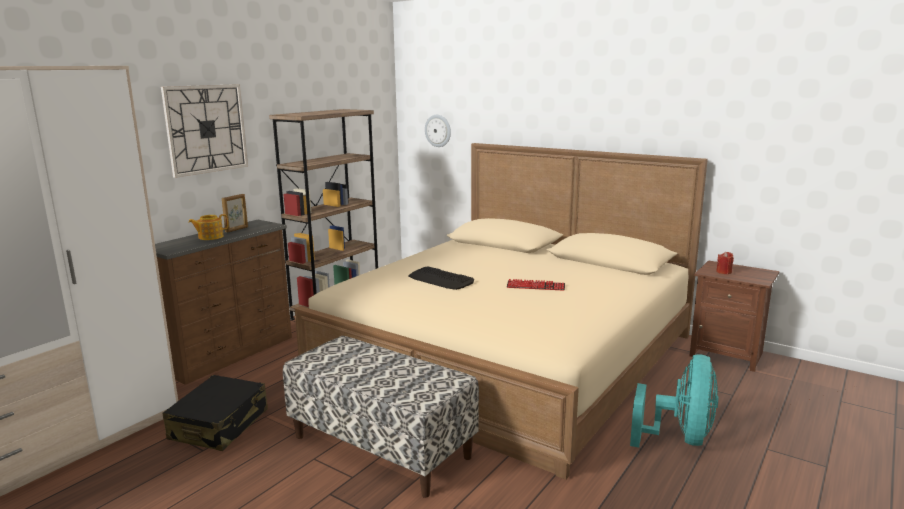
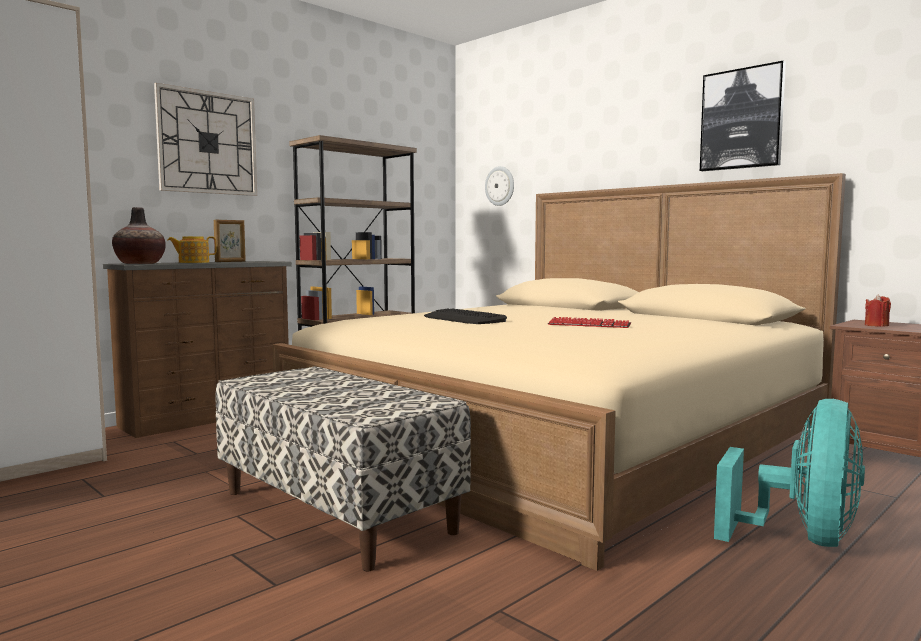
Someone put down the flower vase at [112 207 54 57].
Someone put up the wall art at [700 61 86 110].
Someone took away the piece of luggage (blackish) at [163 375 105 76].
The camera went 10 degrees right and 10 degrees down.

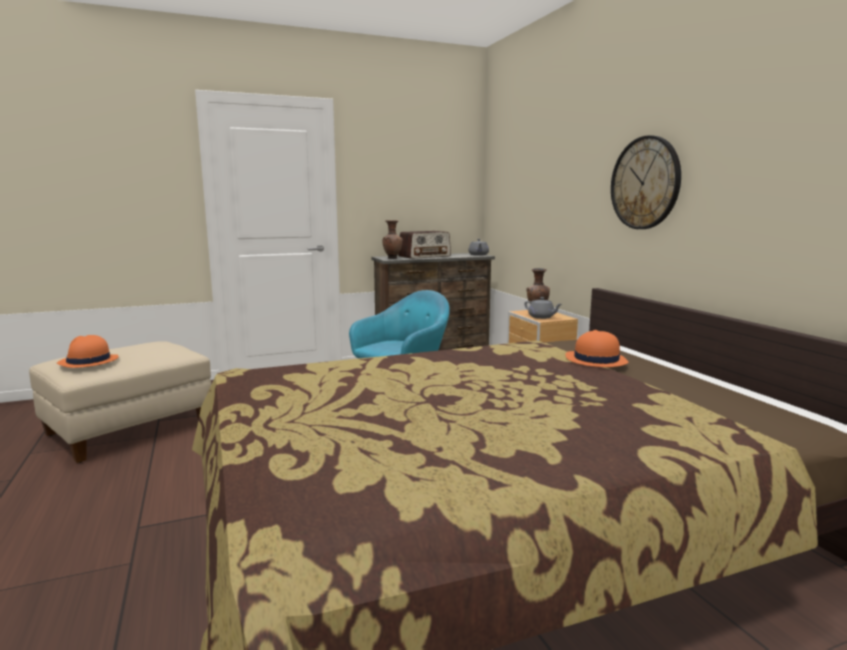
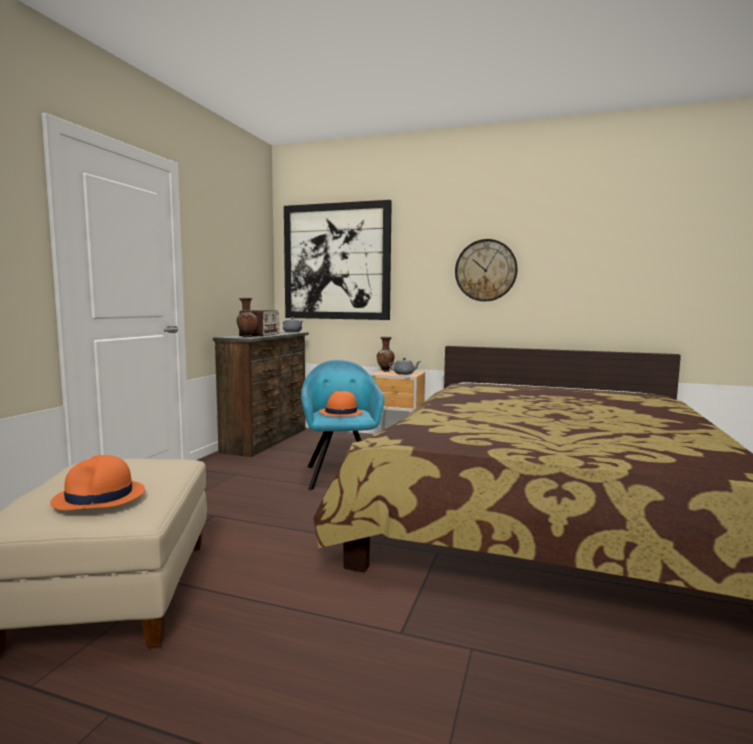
Someone put up the wall art at [284 200 108 120].
Someone carried the hat (orangey) from [565 330 63 37] to [319 391 44 26].
The camera went 50 degrees left and 5 degrees down.

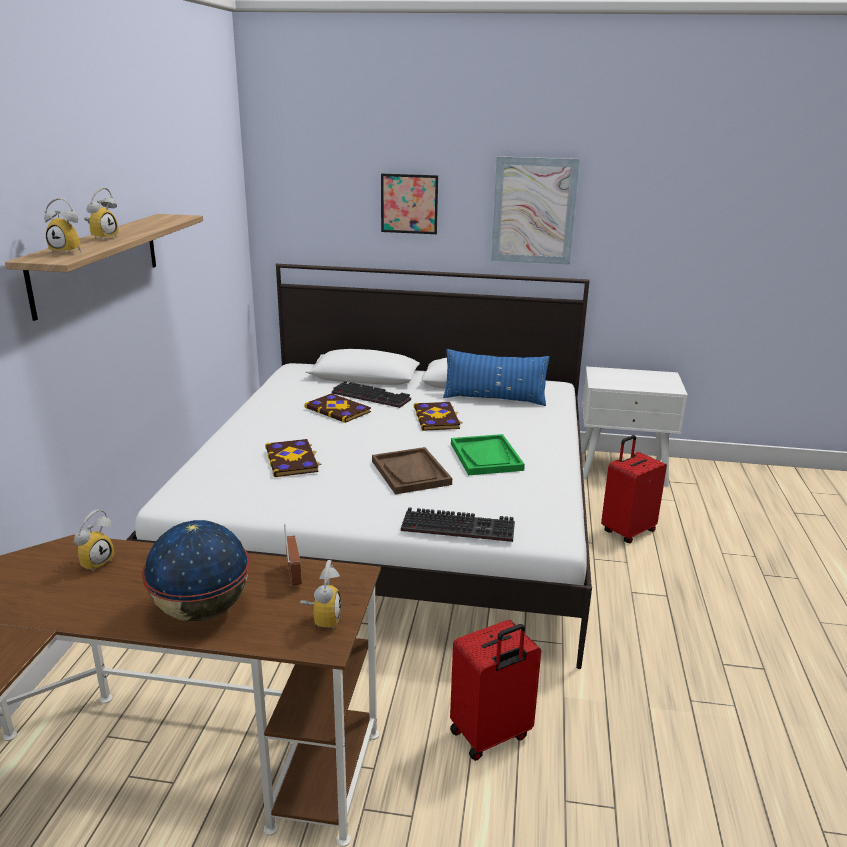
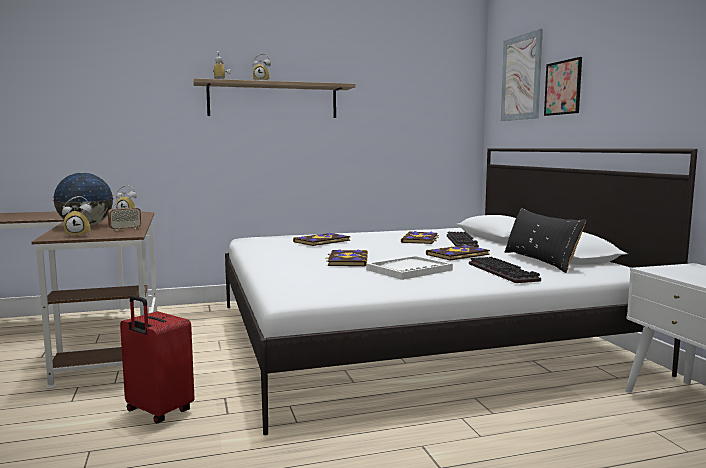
Someone swapped the tray (brownish) at [372 447 80 47] for the book at [326 249 42 17].
Someone repainted the tray (green) at [451 434 74 41], which became the tray (white-coloured) at [366 256 87 24].
Someone carried the computer keyboard from [401 507 114 35] to [469 256 72 27].
Someone carried the wall art from [491 156 89 109] to [501 29 42 92].
Someone repainted the pillow (blue-coloured) at [443 349 106 57], which became the pillow (blackish) at [504 208 82 65].
Someone took away the piece of luggage (red) at [601 435 66 108].
The camera went 65 degrees right and 15 degrees down.

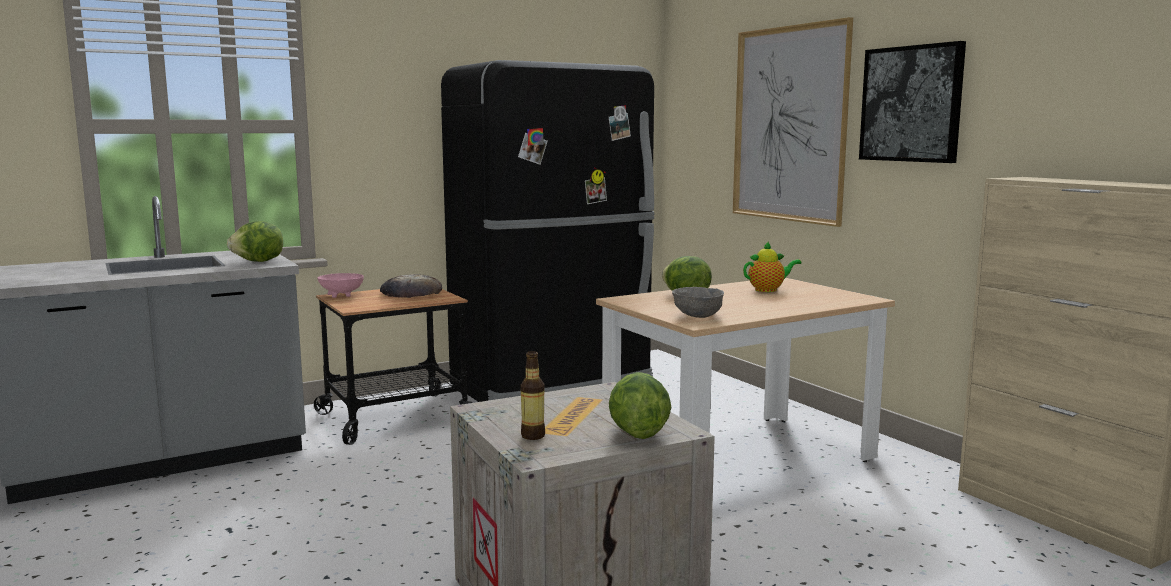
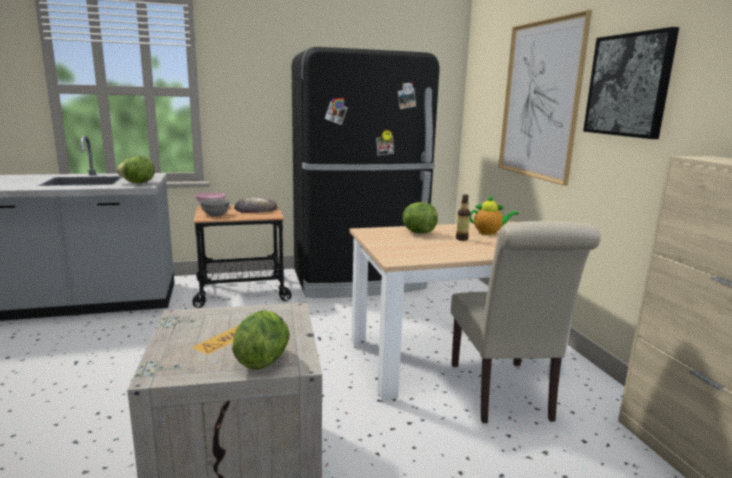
Someone carried the deep dish (greyish) from [672 287 52 31] to [200 198 30 18].
Someone put down the plain chair (beige) at [451 221 150 202].
Someone carried the bottle from [521 351 24 89] to [456 194 14 47].
The camera went 15 degrees right and 5 degrees up.

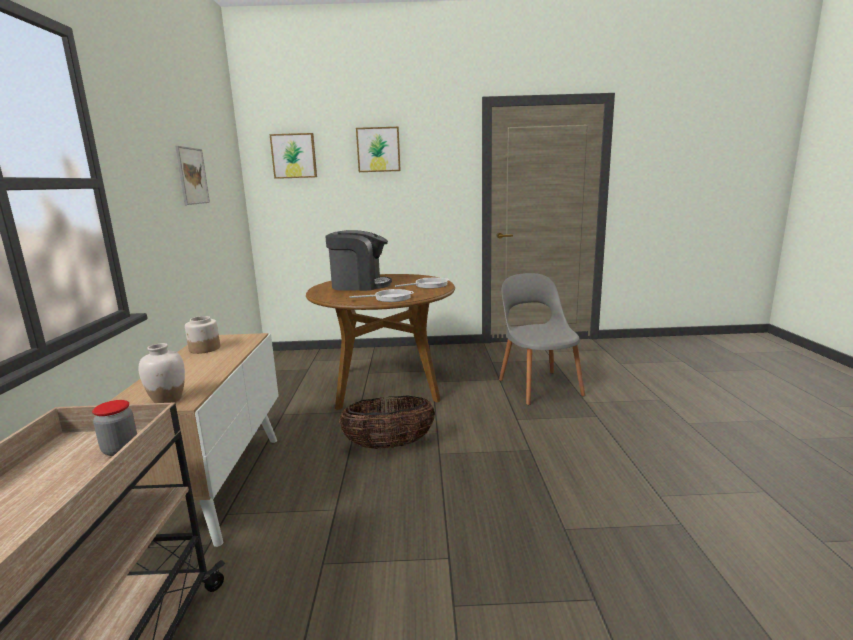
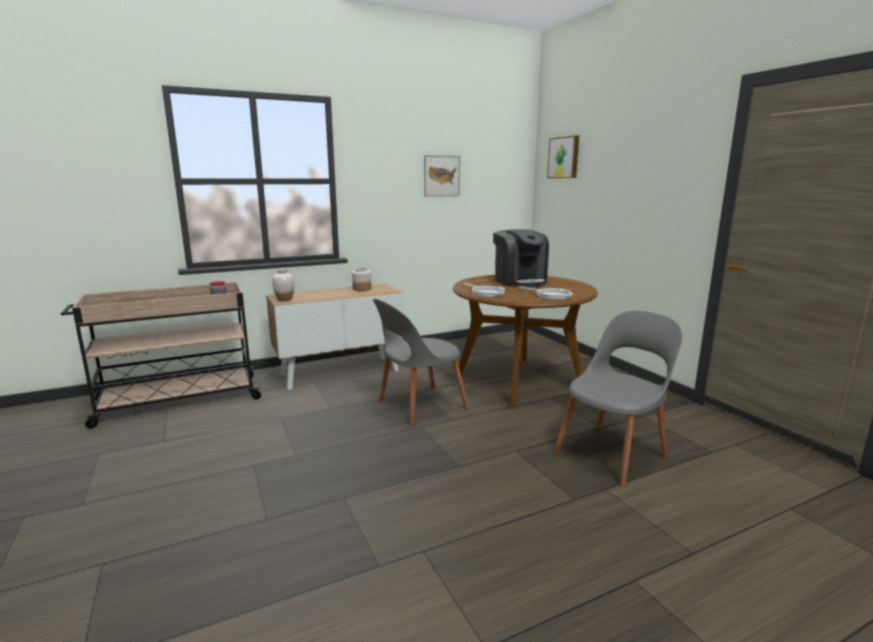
Someone swapped the household basket at [339 395 96 54] for the plain chair (greyish) at [373 299 96 127].
Someone took away the wall art at [356 127 45 45].
The camera went 65 degrees right and 0 degrees up.

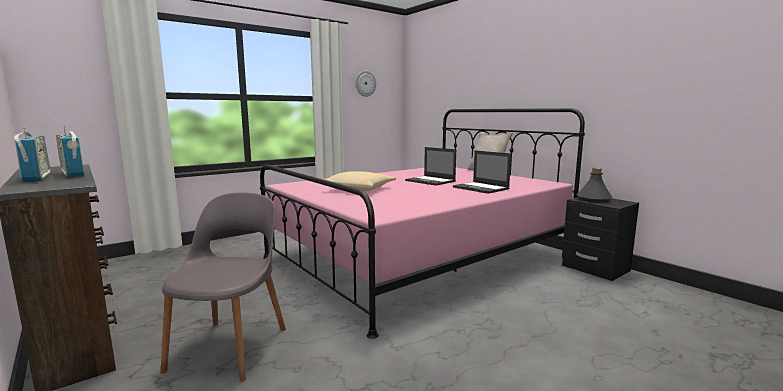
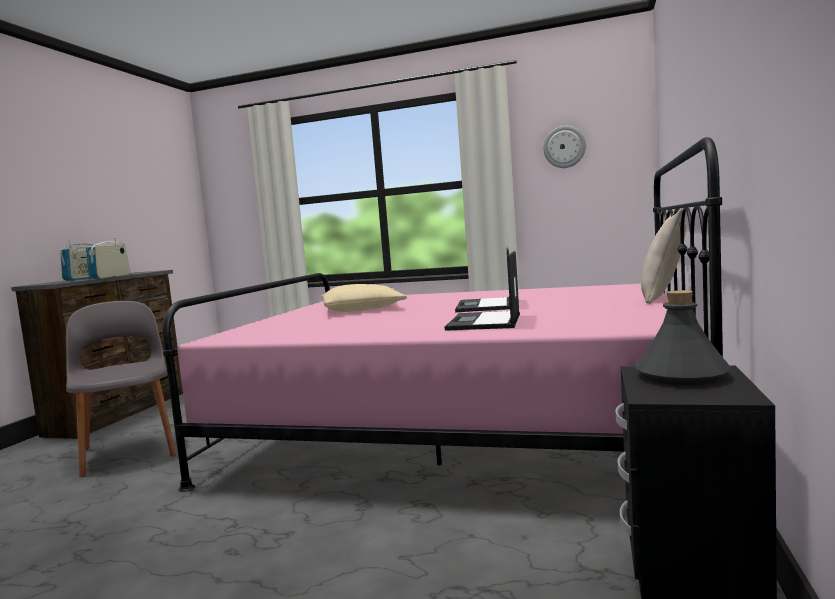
Someone rotated the plain chair (greyish) at [160 192 126 189] by 90 degrees counterclockwise.
The camera went 55 degrees right and 5 degrees down.

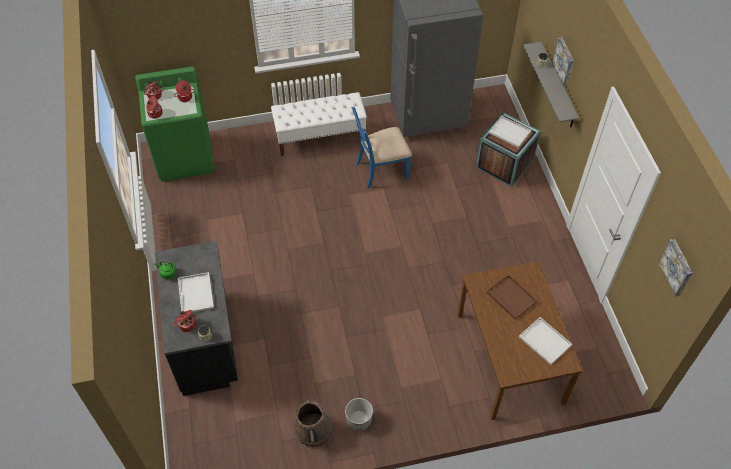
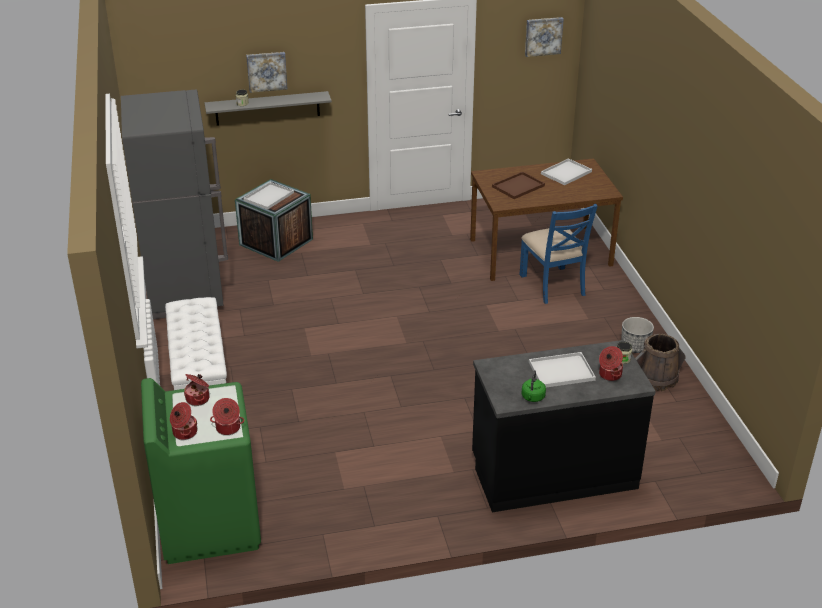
Someone carried the plain chair (blue-coloured) from [352 106 60 83] to [520 204 78 100].
The camera went 90 degrees left and 20 degrees down.

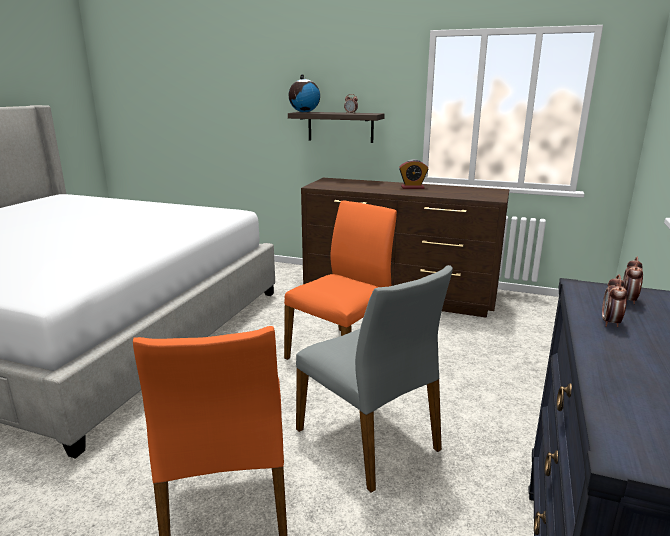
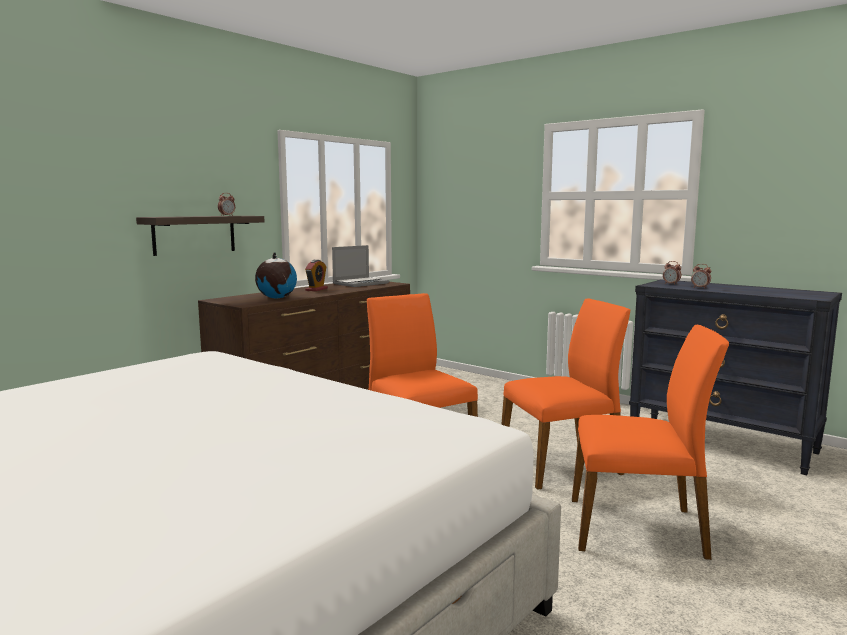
Someone carried the world globe from [289 74 31 38] to [255 252 42 47].
Someone put down the laptop at [332 245 57 42].
Someone repainted the plain chair (greyish) at [296 265 157 228], which became the plain chair (orangey) at [501 299 129 191].
The camera went 70 degrees left and 10 degrees down.

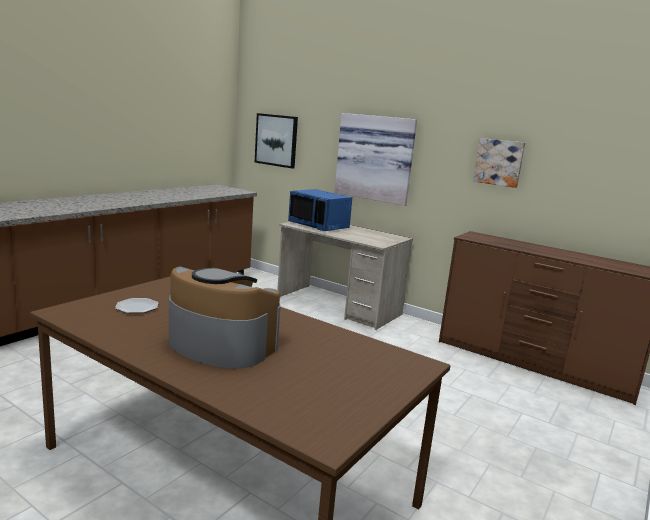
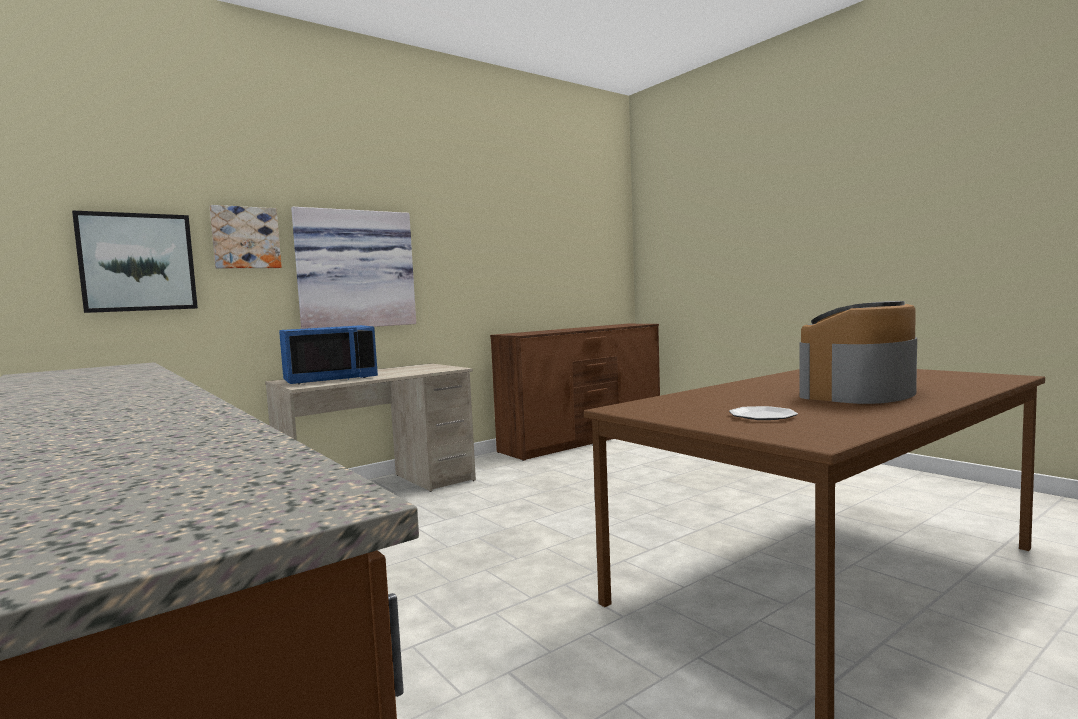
Someone carried the wall art from [473 138 52 50] to [210 205 72 63].
The camera went 70 degrees left and 10 degrees down.

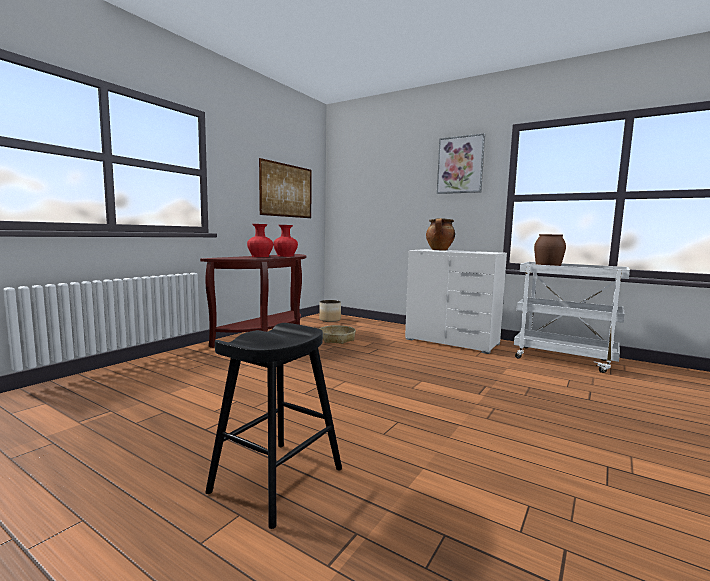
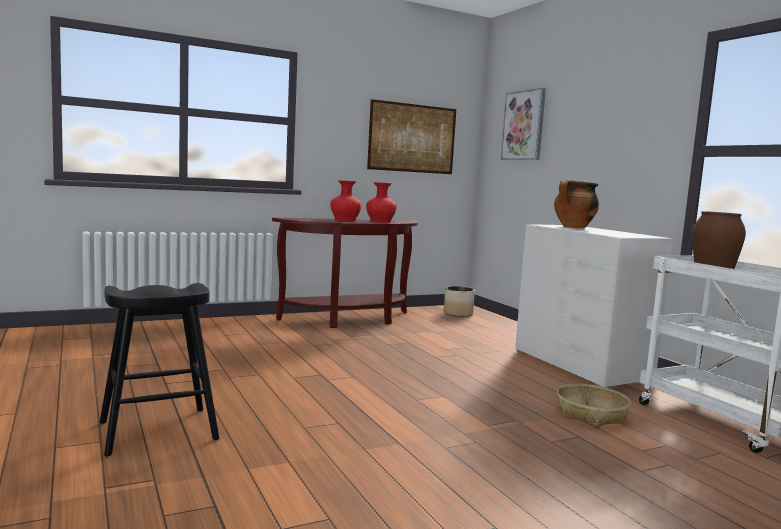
Someone carried the wall art from [437 133 48 61] to [501 88 45 72].
Someone carried the household basket from [319 325 37 19] to [557 384 74 43].
The camera went 30 degrees right and 0 degrees up.

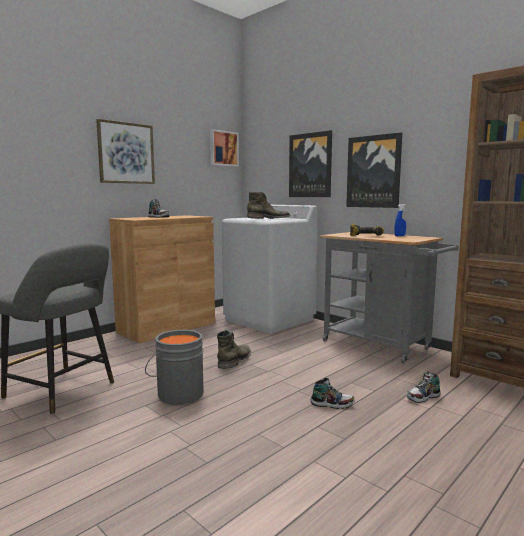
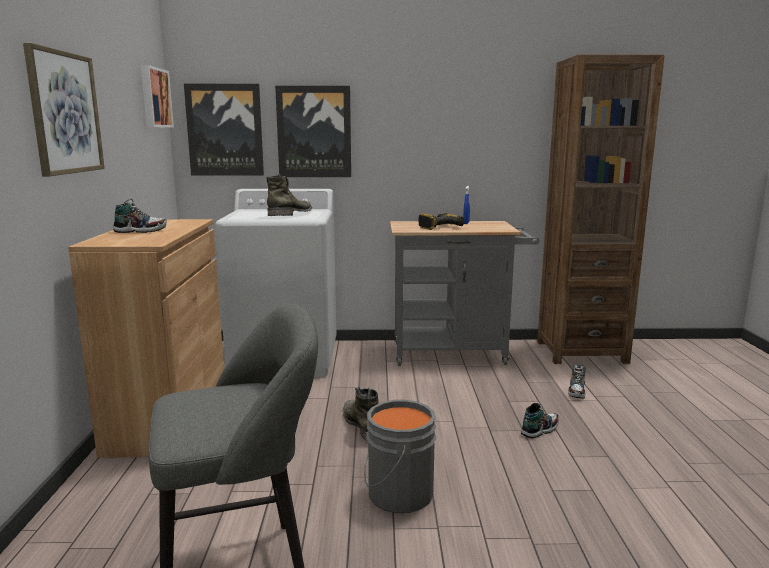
Someone carried the wall art from [346 132 56 76] to [184 84 80 91].
The camera went 45 degrees left and 5 degrees up.

